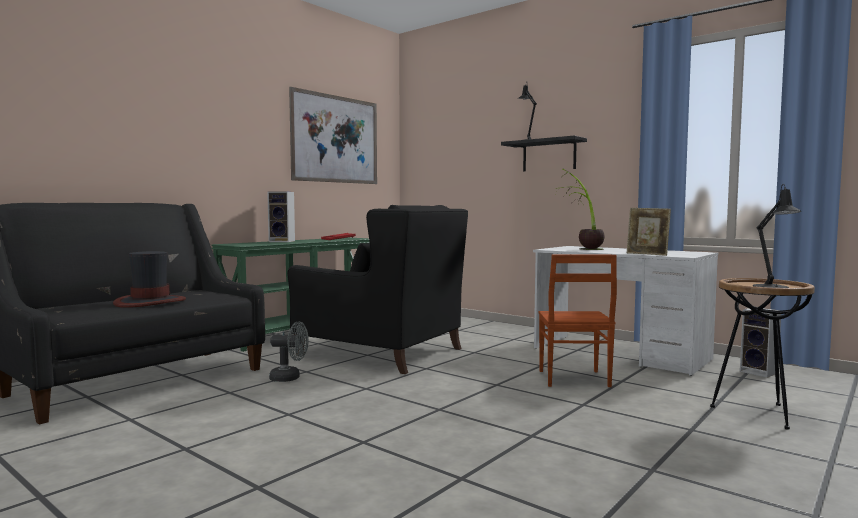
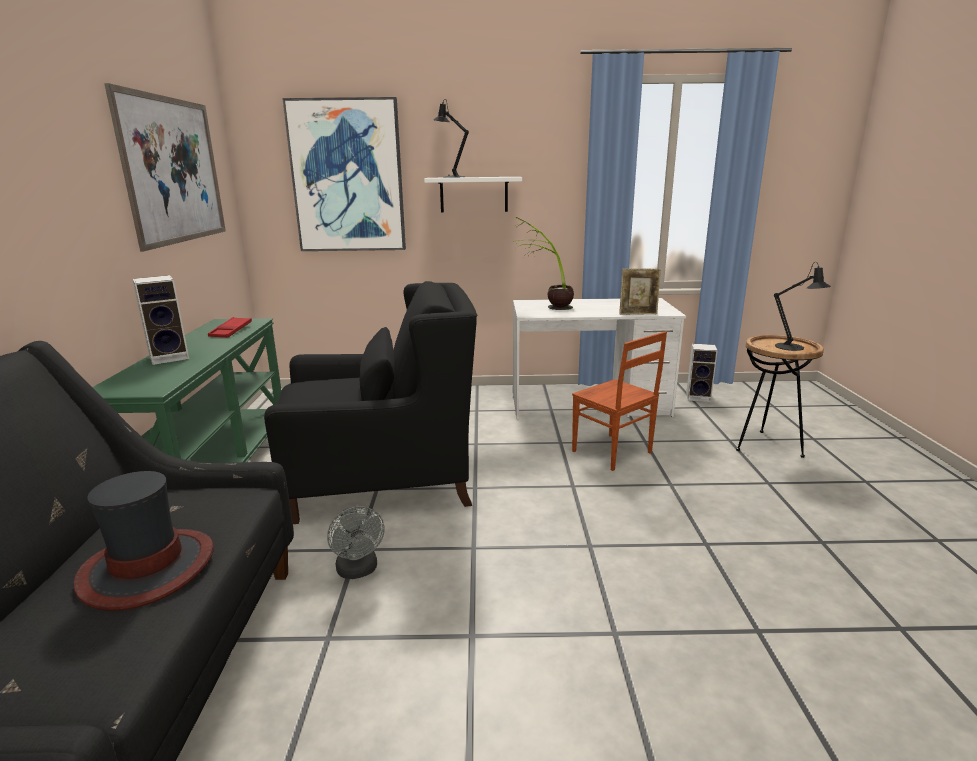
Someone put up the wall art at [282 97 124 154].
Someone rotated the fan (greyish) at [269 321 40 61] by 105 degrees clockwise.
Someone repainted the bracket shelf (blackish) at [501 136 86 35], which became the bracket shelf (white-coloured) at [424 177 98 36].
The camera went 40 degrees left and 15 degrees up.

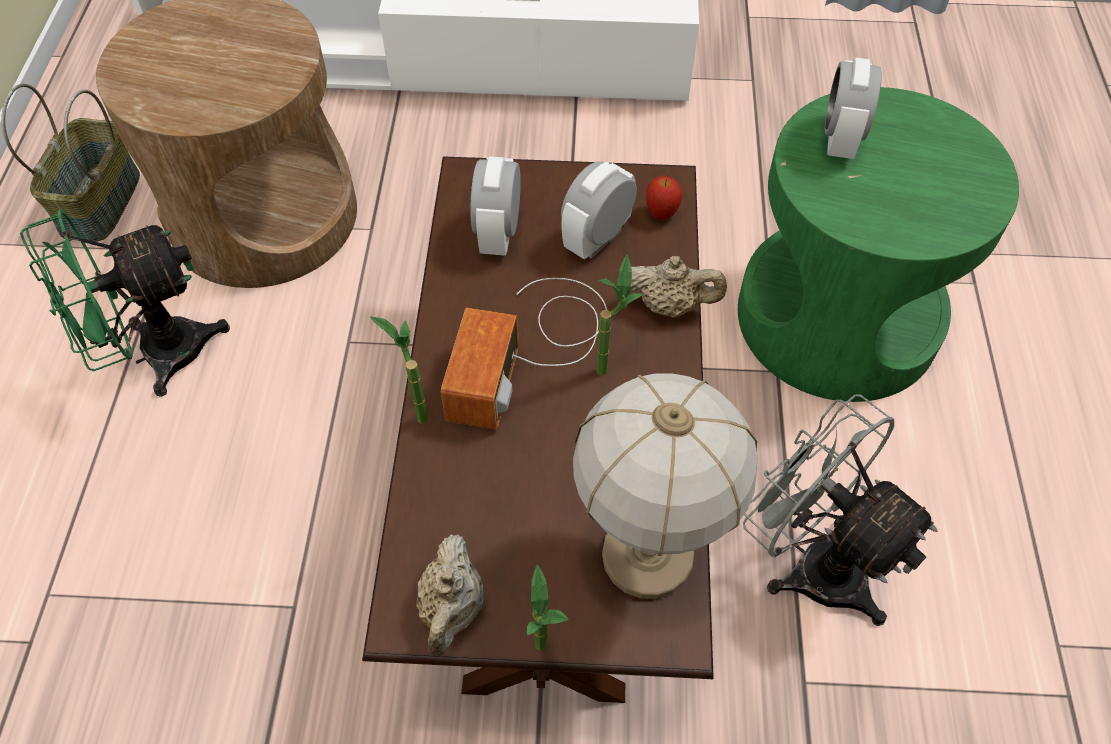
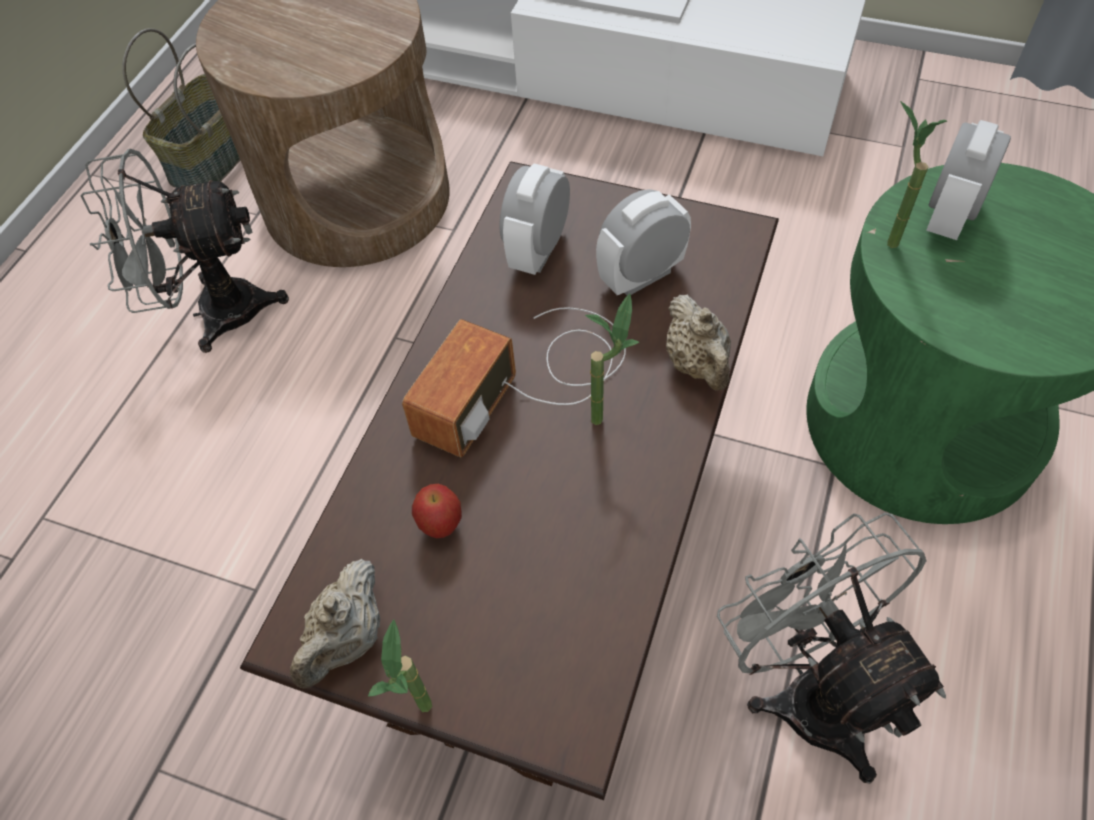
Someone repainted the fan (green) at [20 210 210 187], which became the fan (greyish) at [80 149 209 204].
Someone carried the whole apple from [646 176 36 44] to [412 484 50 54].
Someone rotated the pot for tea (beige) at [630 256 97 62] by 45 degrees clockwise.
Someone carried the houseplant from [370 316 59 108] to [887 101 60 147].
Someone took away the lamp for a table at [573 373 184 226].
The camera went 20 degrees right and 0 degrees up.

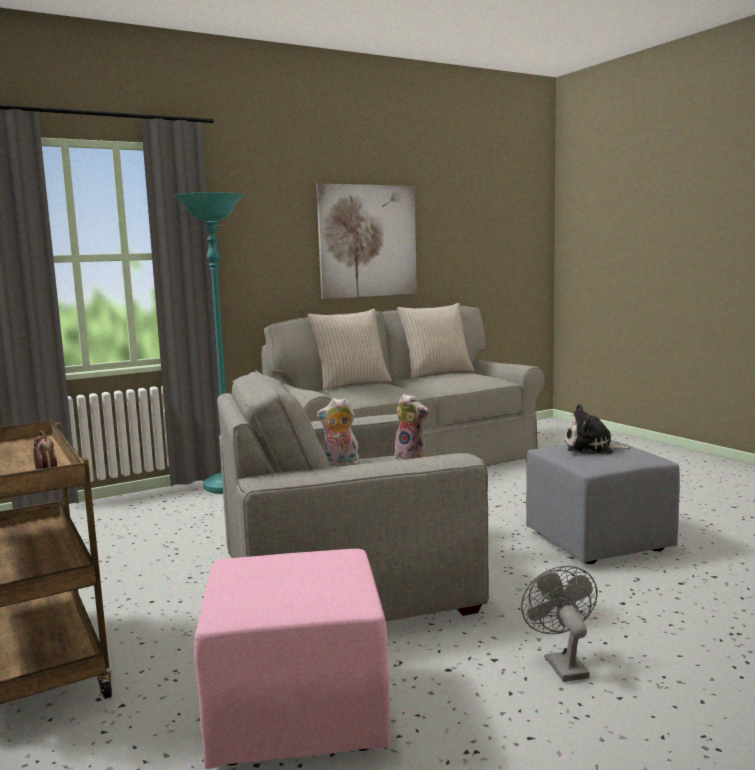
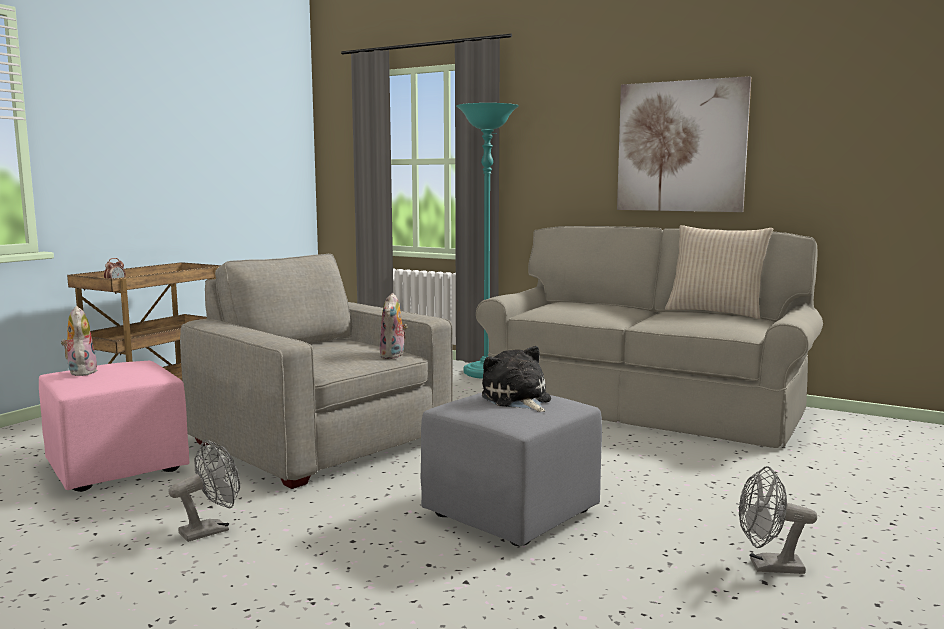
Someone carried the plush toy from [317 398 42 68] to [61 306 37 70].
Someone put down the fan (greyish) at [739 466 78 108].
Someone took away the pillow (beige) at [308 309 84 81].
The camera went 60 degrees right and 0 degrees up.

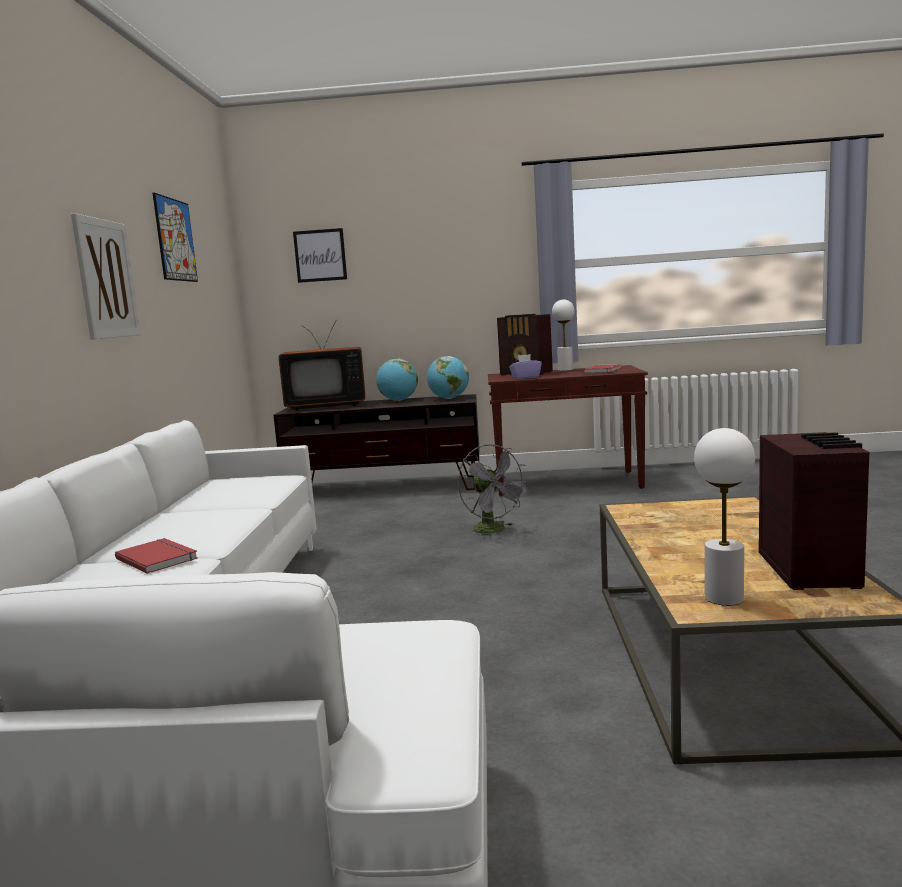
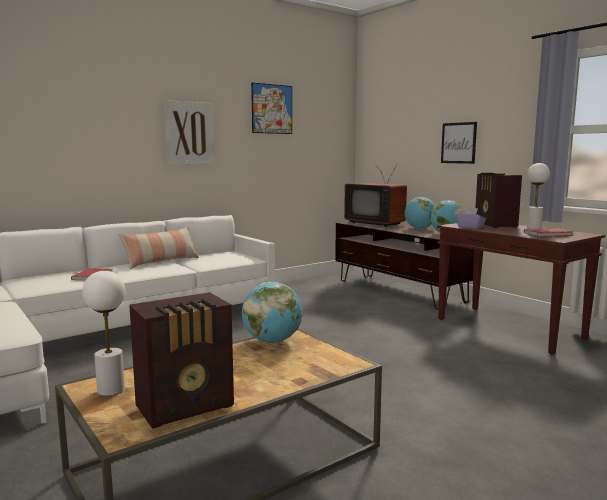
Someone put down the pillow at [119 226 80 43].
Someone put down the world globe at [242 282 60 61].
Someone carried the wall art from [293 228 54 55] to [441 122 36 42].
Someone took away the fan (greyish) at [458 444 70 93].
The camera went 50 degrees right and 0 degrees up.

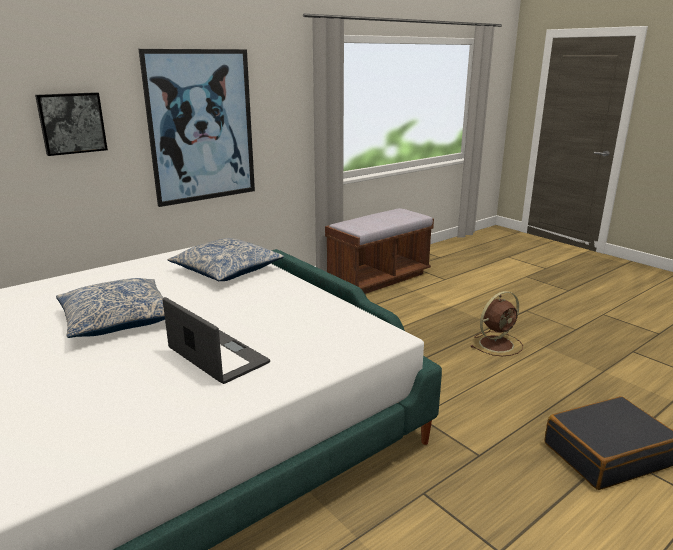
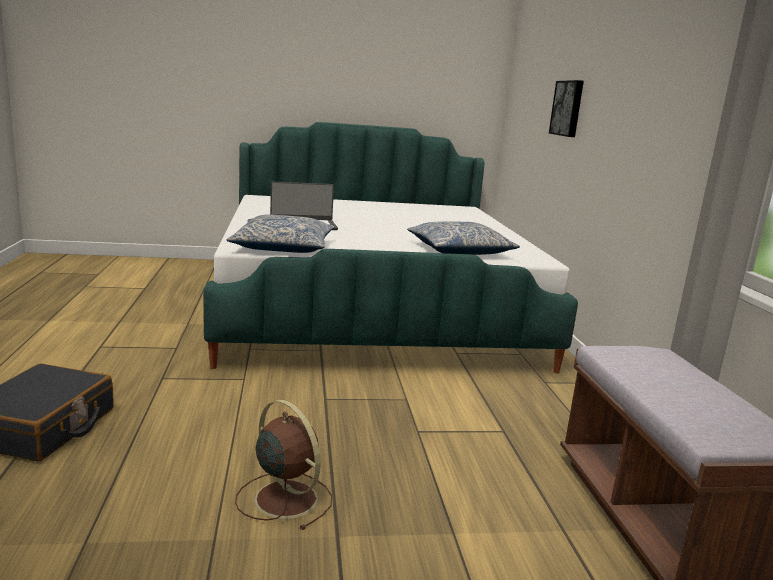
Someone carried the pillow from [56 278 109 60] to [226 214 108 39].
Someone rotated the fan (brownish) at [471 291 52 65] by 135 degrees clockwise.
Someone took away the wall art at [139 49 116 158].
The camera went 120 degrees right and 5 degrees down.

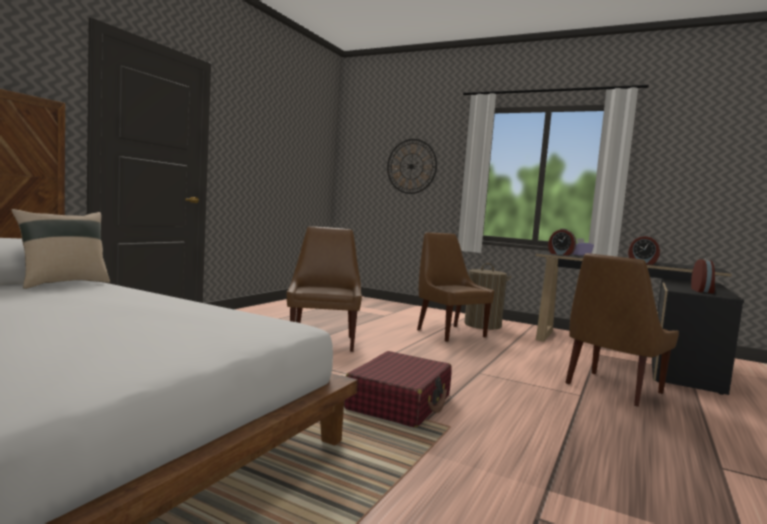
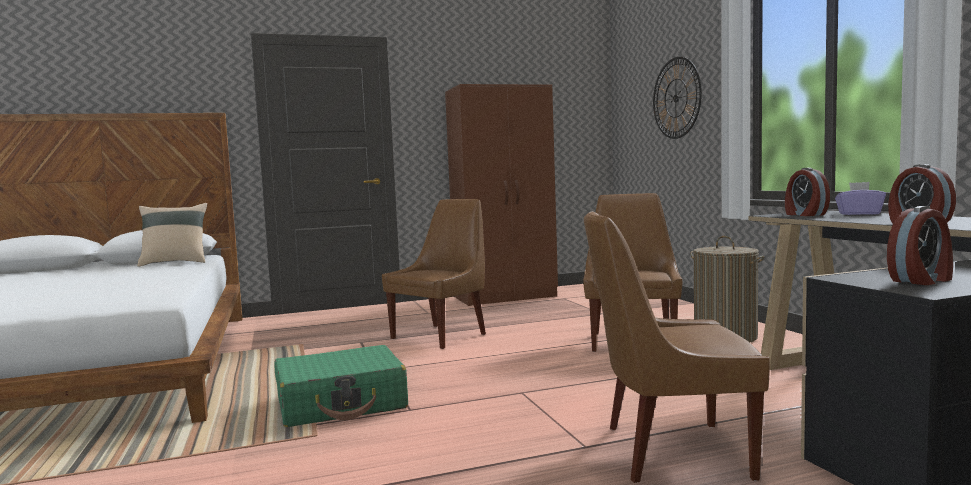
Someone repainted the piece of luggage (red) at [344 351 108 77], which became the piece of luggage (green) at [274 345 134 82].
Someone put down the wardrobe (brownish) at [445 84 113 222].
The camera went 45 degrees right and 0 degrees up.

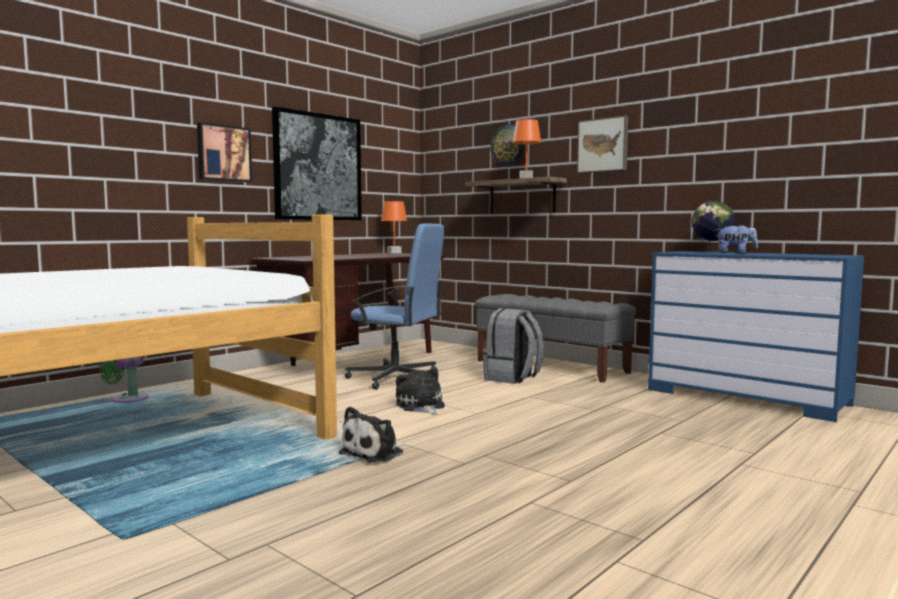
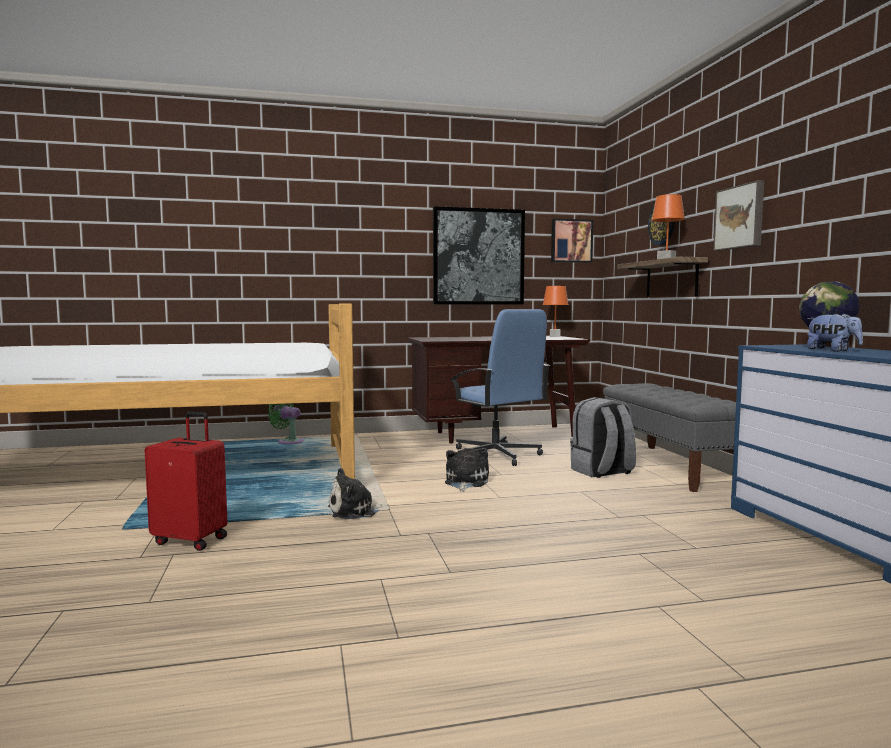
Someone put down the piece of luggage (red) at [145 412 82 139].
Someone carried the wall art from [197 122 55 60] to [551 219 42 44].
The camera went 35 degrees right and 0 degrees up.

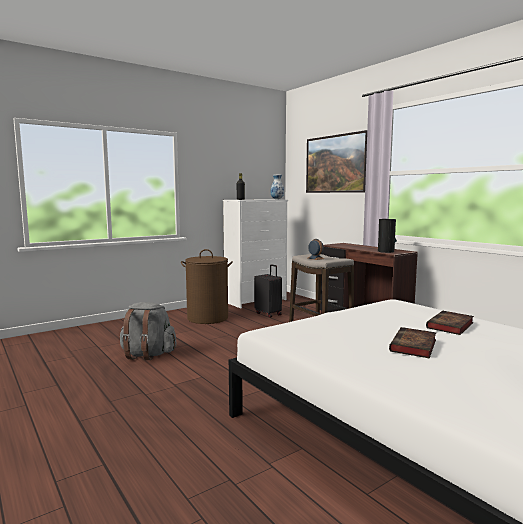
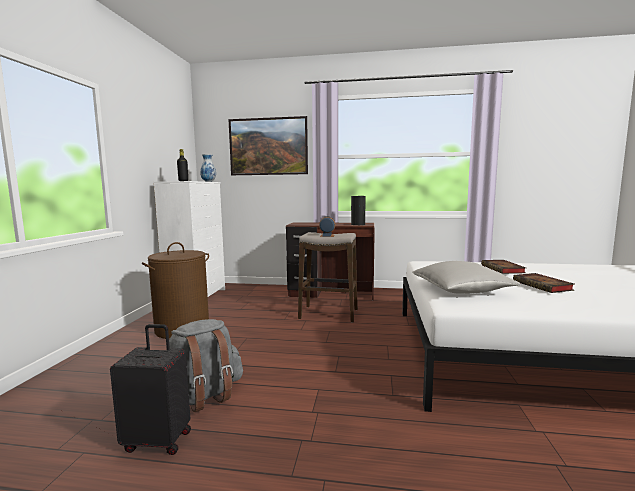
Someone carried the piece of luggage (blackish) from [254 264 28 54] to [110 324 81 131].
Someone put down the pillow (greyish) at [412 261 108 32].
The camera went 45 degrees left and 0 degrees up.

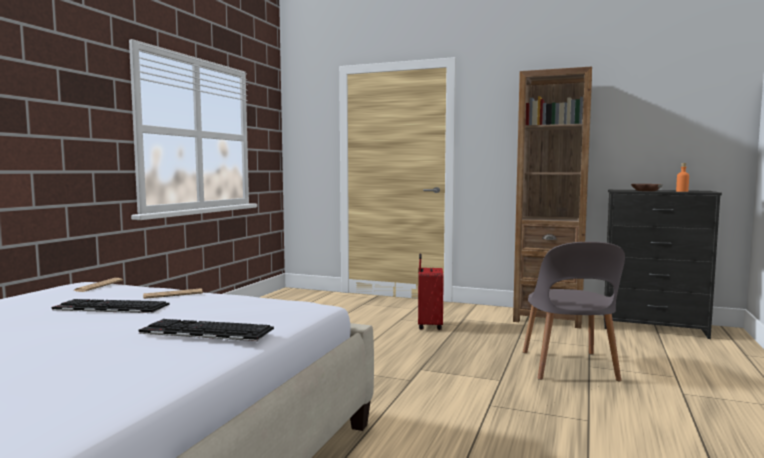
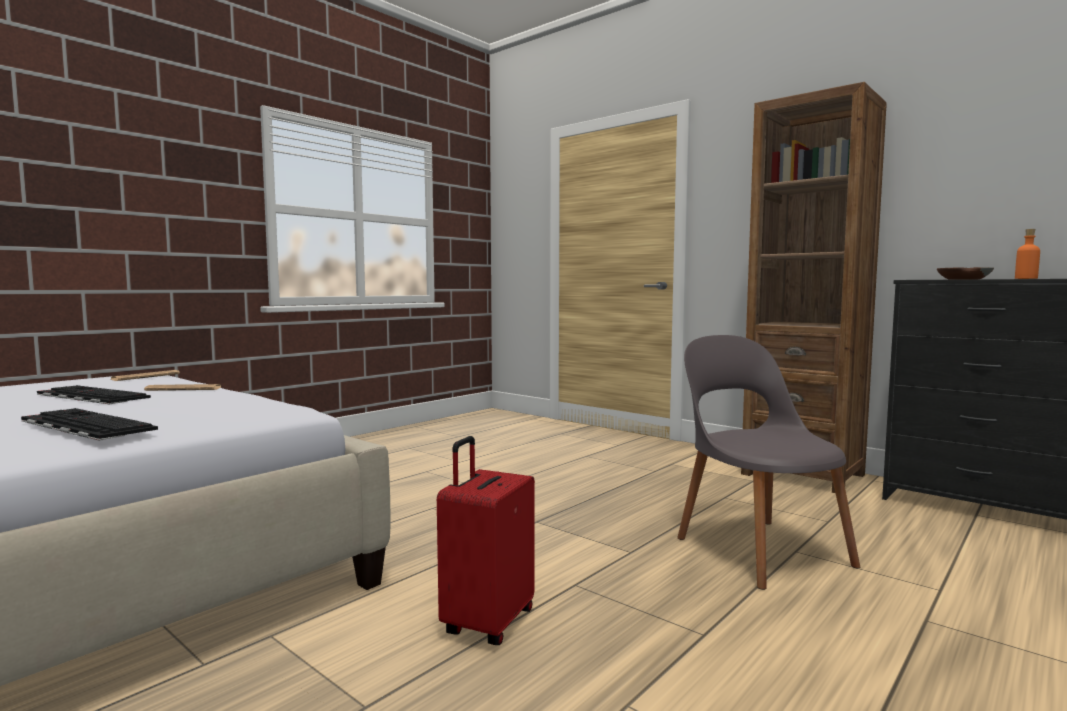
Someone carried the piece of luggage (red) from [418 253 26 77] to [437 436 98 209].
Someone rotated the plain chair (greyish) at [523 242 102 139] by 135 degrees clockwise.
The camera went 20 degrees right and 0 degrees up.

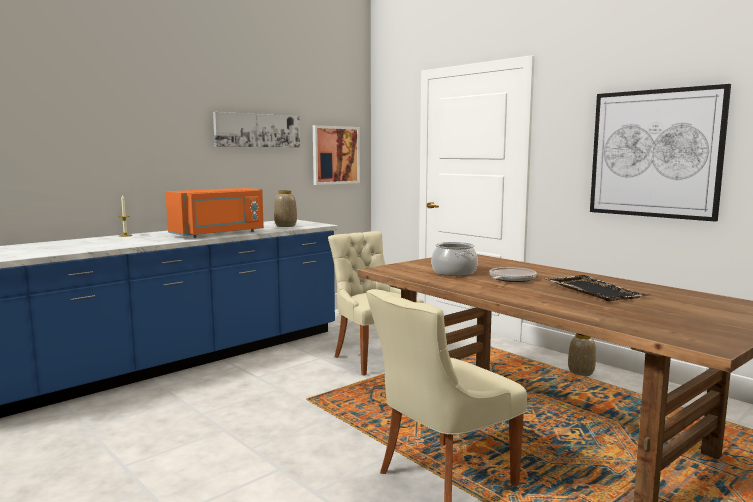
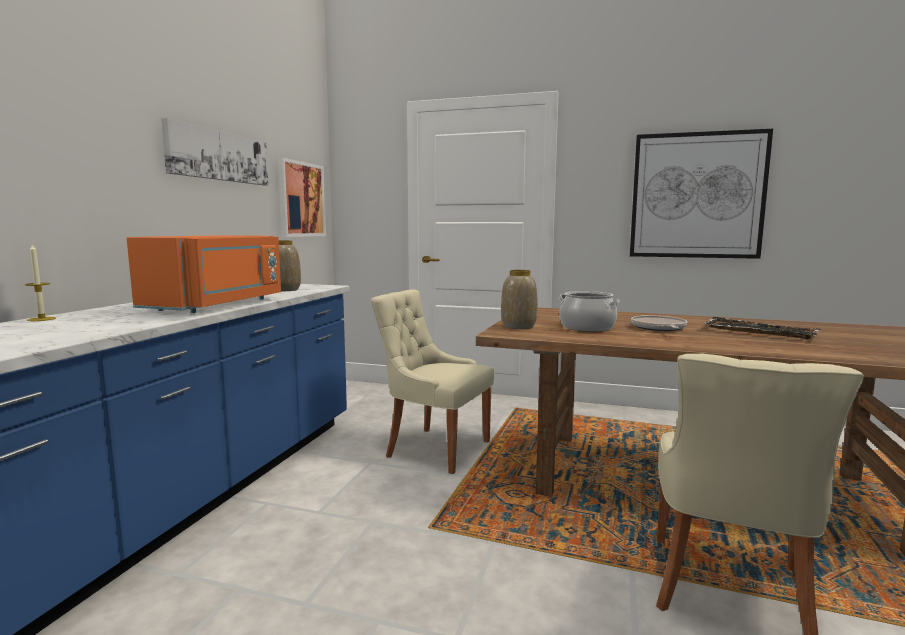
Someone carried the flower vase from [568 333 28 43] to [501 270 37 59].
The camera went 30 degrees left and 0 degrees up.

